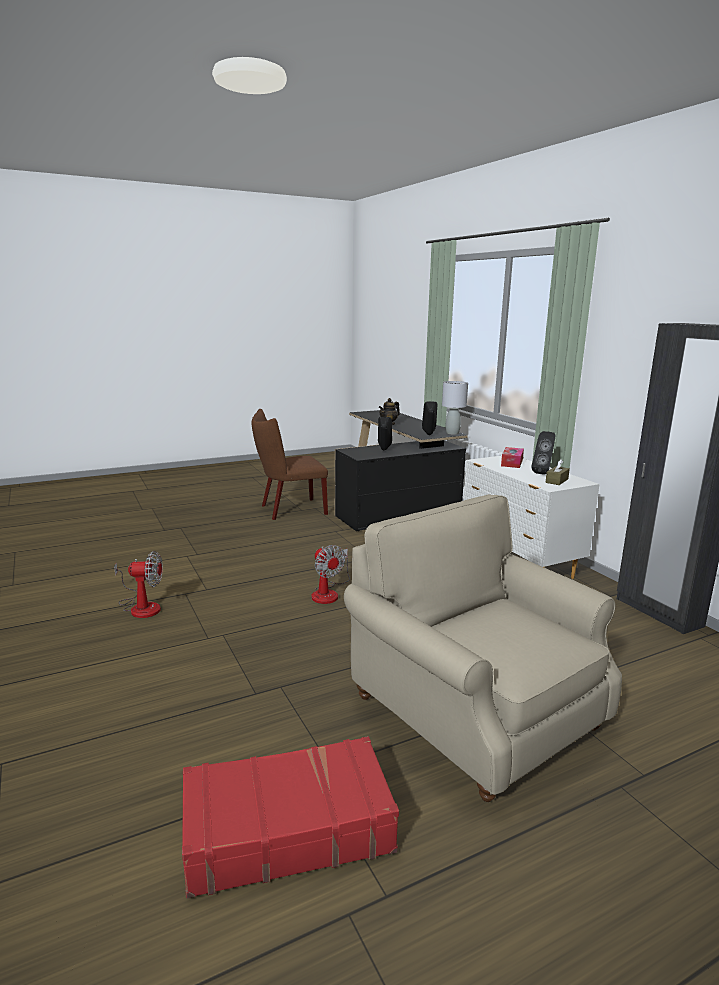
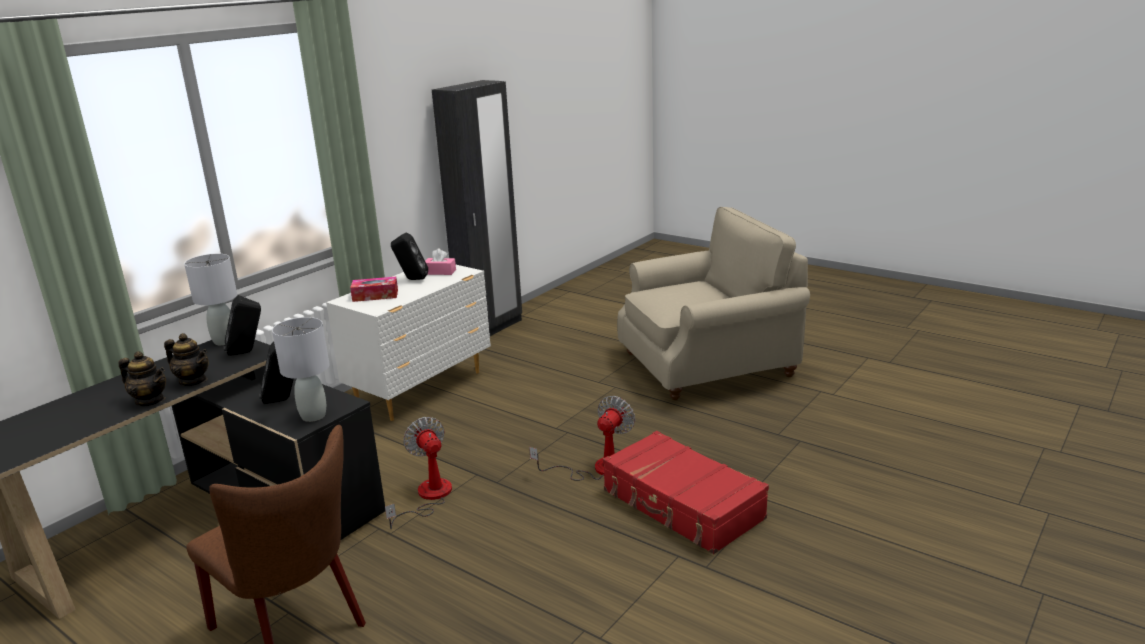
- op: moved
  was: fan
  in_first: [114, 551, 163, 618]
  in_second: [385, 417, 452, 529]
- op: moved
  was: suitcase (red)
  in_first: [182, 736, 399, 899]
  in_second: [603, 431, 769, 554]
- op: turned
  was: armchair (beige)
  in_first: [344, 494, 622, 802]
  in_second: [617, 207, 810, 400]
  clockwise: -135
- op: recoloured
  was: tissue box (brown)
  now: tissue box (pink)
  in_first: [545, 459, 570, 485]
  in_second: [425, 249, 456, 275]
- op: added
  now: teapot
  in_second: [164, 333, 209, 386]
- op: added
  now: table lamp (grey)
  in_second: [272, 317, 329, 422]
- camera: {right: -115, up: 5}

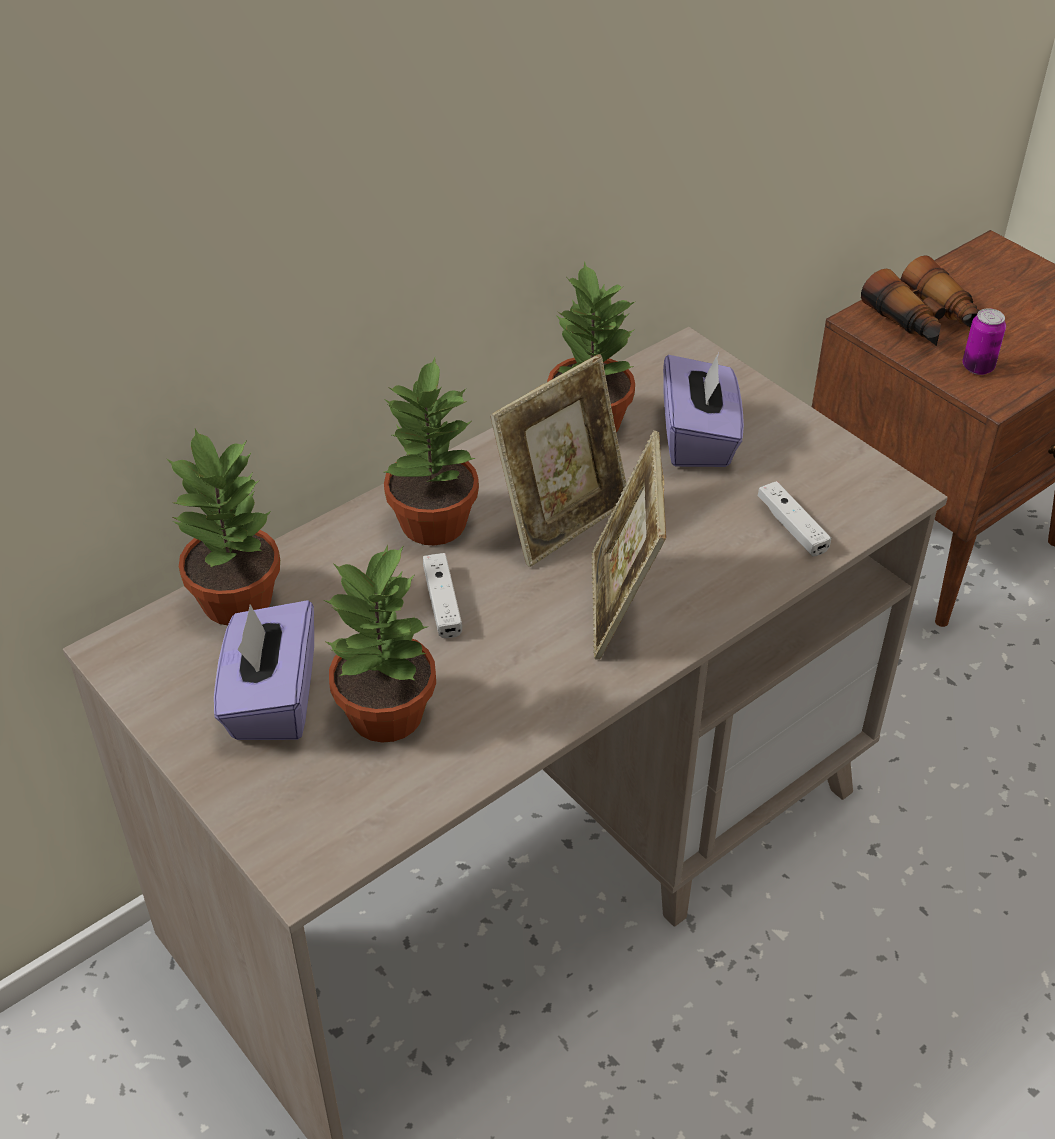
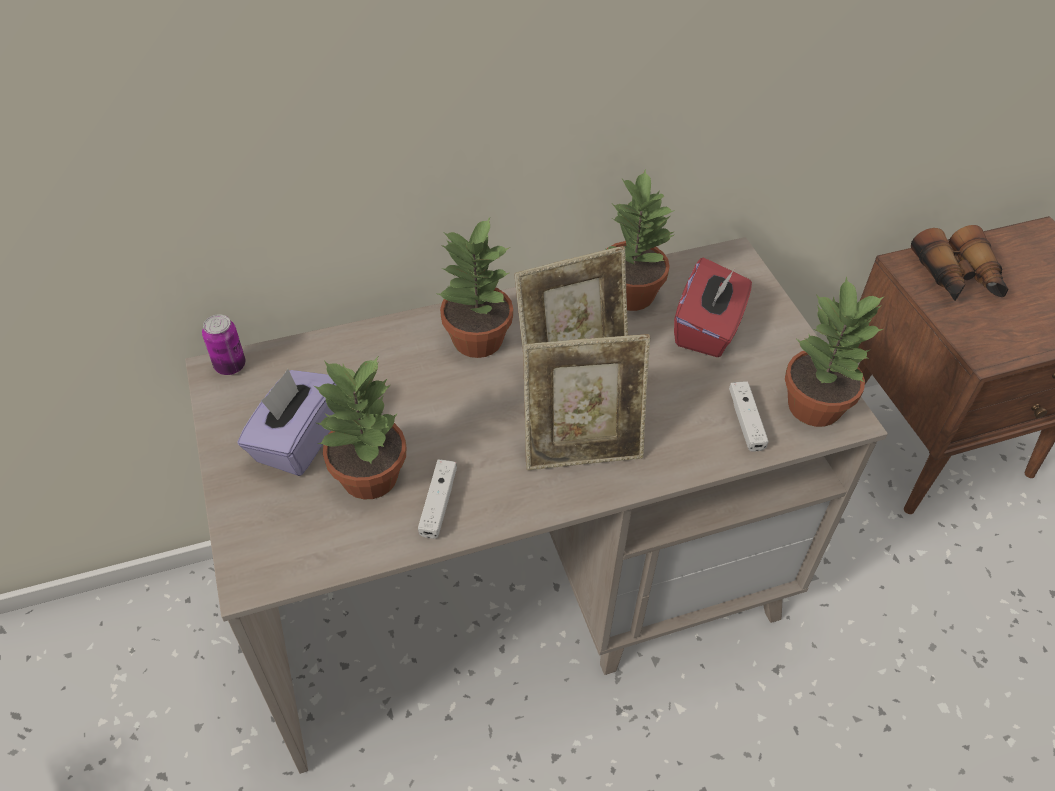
- op: moved
  was: potted plant
  in_first: [167, 429, 280, 625]
  in_second: [785, 276, 885, 427]
- op: moved
  was: game controller (white)
  in_first: [423, 553, 462, 638]
  in_second: [418, 460, 457, 539]
- op: turned
  was: picture frame
  in_first: [591, 430, 666, 659]
  in_second: [523, 334, 650, 470]
  clockwise: -120
- op: recoloured
  was: tissue box (purple)
  now: tissue box (red)
  in_first: [663, 353, 744, 467]
  in_second: [674, 257, 752, 357]
- op: moved
  was: can
  in_first: [963, 308, 1006, 375]
  in_second: [202, 315, 246, 375]
- camera: {right: 20, up: 5}

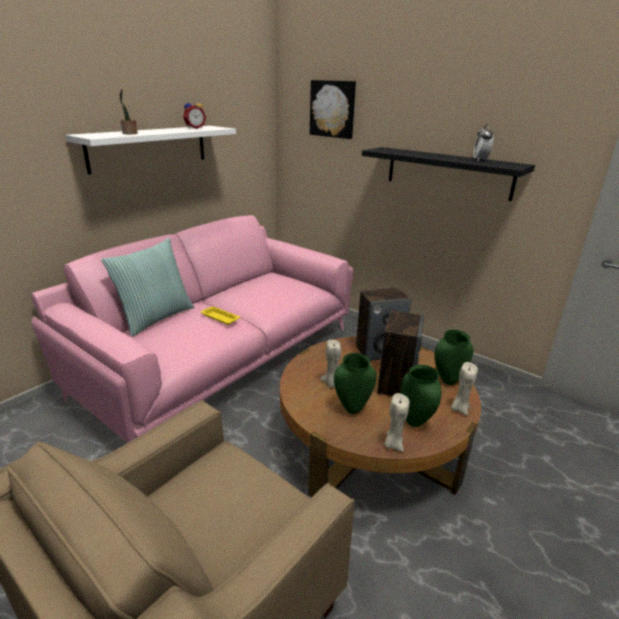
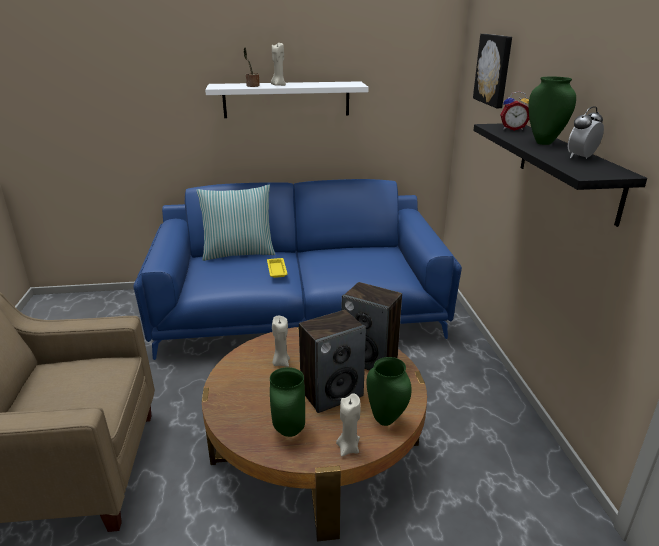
- op: recoloured
  was: sofa (pink)
  now: sofa (blue)
  in_first: [31, 215, 354, 443]
  in_second: [133, 179, 462, 360]
- op: moved
  was: alarm clock
  in_first: [183, 98, 206, 129]
  in_second: [500, 91, 529, 131]
- op: moved
  was: vase (green)
  in_first: [334, 353, 376, 414]
  in_second: [528, 77, 576, 145]
- op: moved
  was: candle (beige)
  in_first: [384, 393, 409, 452]
  in_second: [271, 42, 286, 86]
- camera: {right: 45, up: 0}

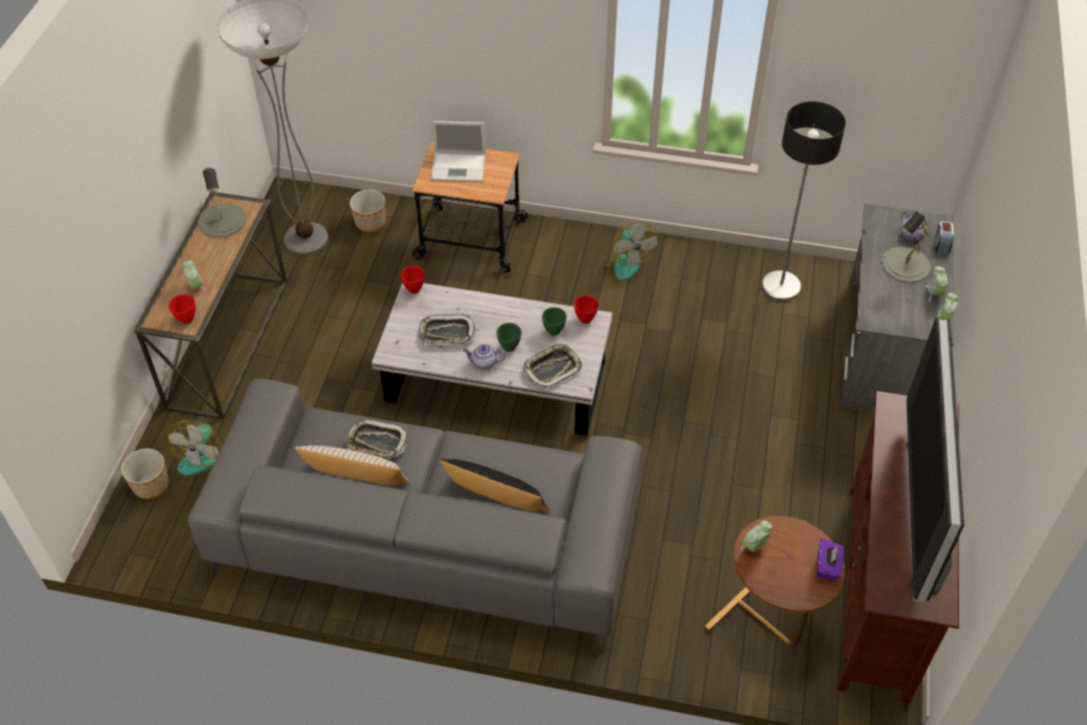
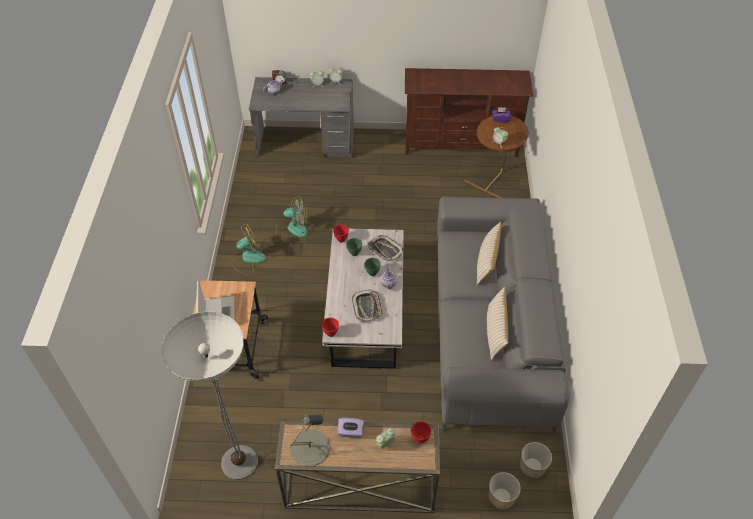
- op: moved
  was: fan
  in_first: [168, 420, 225, 475]
  in_second: [276, 196, 307, 243]
- op: removed
  was: tray
  in_first: [345, 419, 407, 458]
- op: moved
  was: planter
  in_first: [350, 190, 386, 232]
  in_second: [520, 442, 552, 478]
- op: recoloured
  was: pillow (black)
  now: pillow (beige)
  in_first: [439, 459, 549, 511]
  in_second: [477, 222, 501, 286]
- op: removed
  was: floor lamp
  in_first: [761, 101, 846, 301]
- op: removed
  was: table lamp (grey)
  in_first: [881, 211, 931, 283]
- op: removed
  was: television
  in_first: [906, 317, 964, 602]
- op: added
  now: tissue box (purple)
  in_second: [337, 418, 364, 438]
- camera: {right: -100, up: 0}

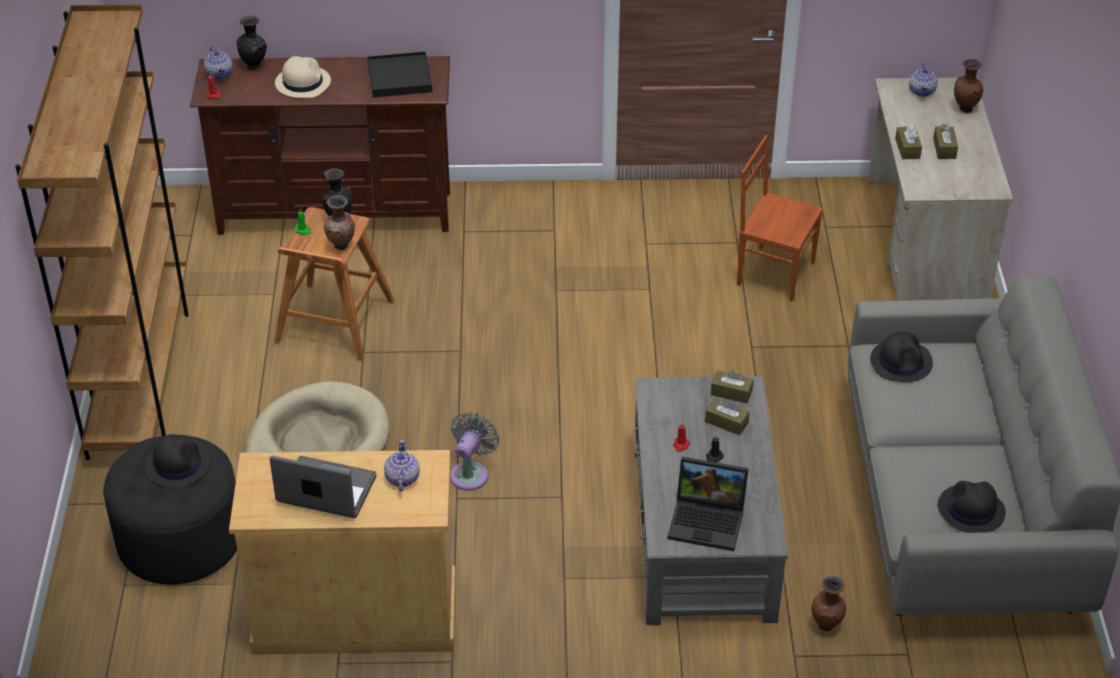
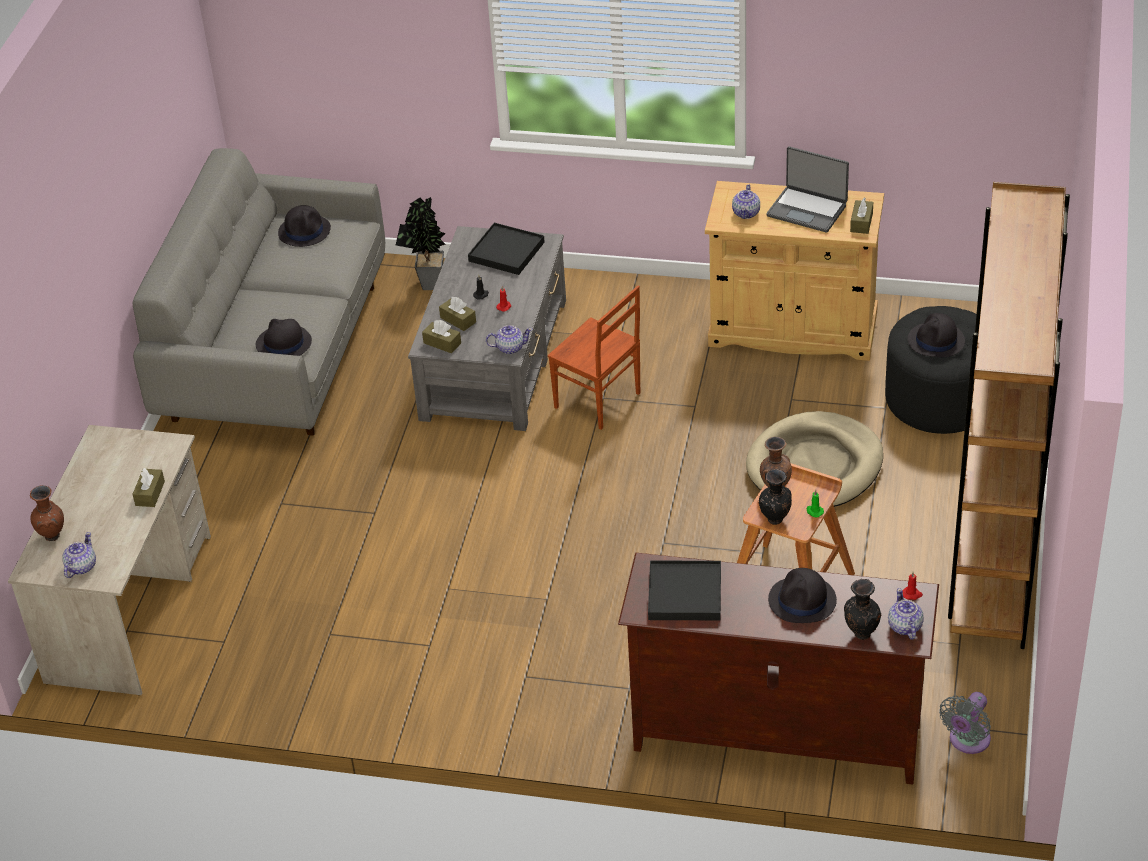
- op: recoloured
  was: hat (beige)
  now: hat (black)
  in_first: [275, 56, 331, 98]
  in_second: [768, 568, 837, 623]
- op: moved
  was: fan (grey)
  in_first: [450, 412, 499, 491]
  in_second: [939, 692, 991, 754]
- op: replaced
  was: laptop
  now: tray (black)
  in_first: [667, 457, 749, 551]
  in_second: [468, 223, 545, 275]
- op: moved
  was: chair (brown)
  in_first: [737, 135, 823, 302]
  in_second: [548, 285, 640, 430]
- op: replaced
  was: vase (brown)
  now: potted plant
  in_first: [812, 576, 846, 631]
  in_second: [396, 197, 446, 290]
- op: moved
  was: tissue box (brown)
  in_first: [933, 124, 958, 159]
  in_second: [850, 198, 873, 234]
- op: added
  now: teapot
  in_second: [486, 325, 532, 354]
- camera: {right: -165, up: 0}

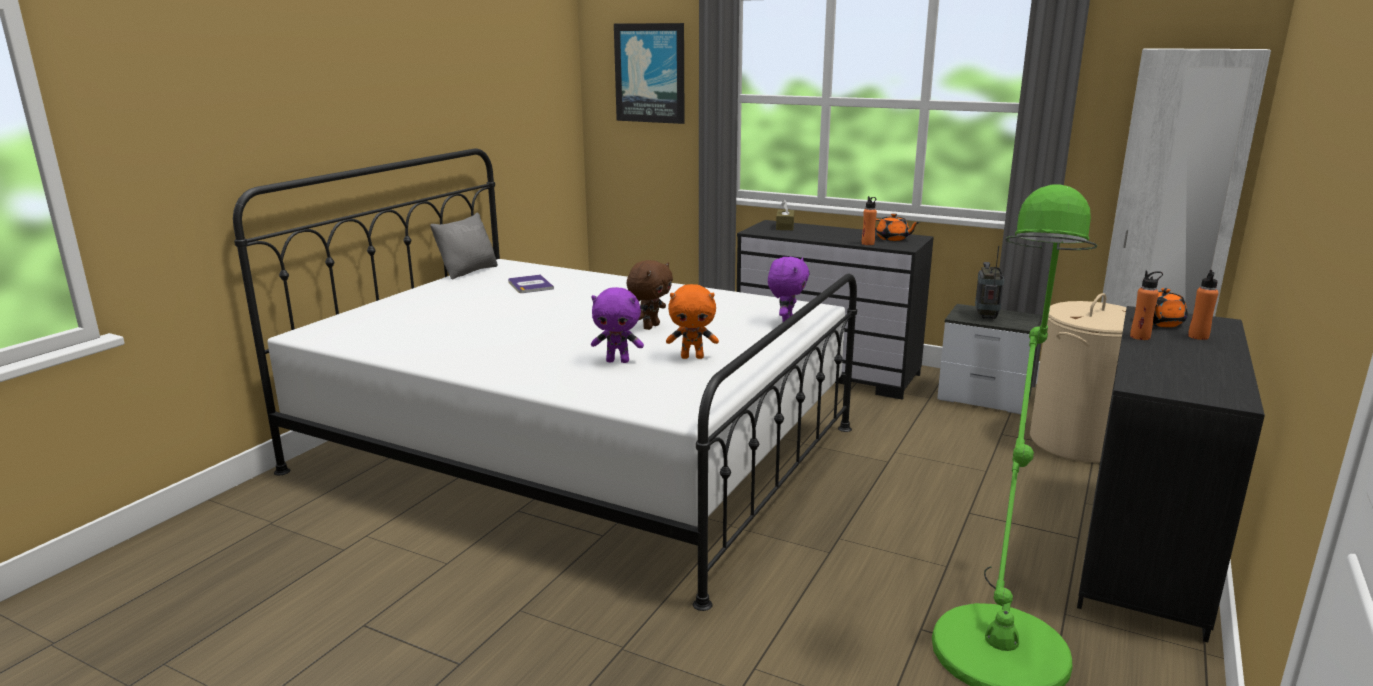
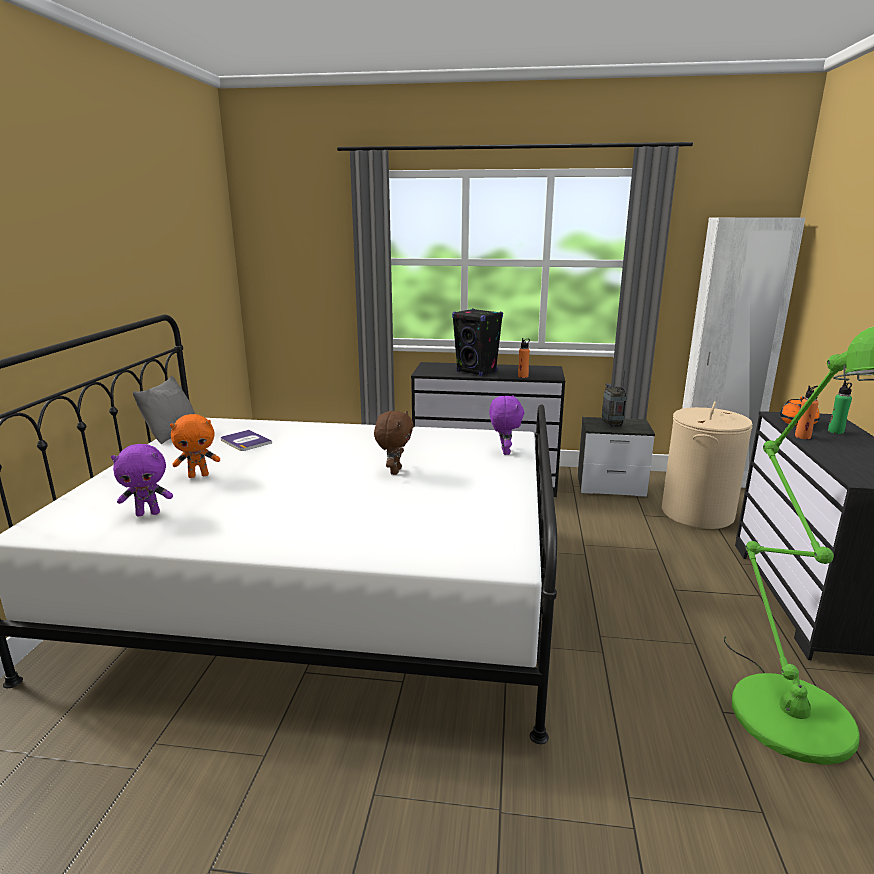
- op: moved
  was: plush toy (purple)
  in_first: [591, 287, 644, 363]
  in_second: [111, 444, 173, 516]
- op: removed
  was: picture
  in_first: [614, 23, 685, 124]
- op: moved
  was: plush toy (orange)
  in_first: [666, 284, 719, 359]
  in_second: [170, 414, 220, 478]
- op: removed
  was: tissue box (brown)
  in_first: [776, 199, 794, 230]
- op: removed
  was: teapot (orange)
  in_first: [875, 213, 920, 241]
- op: recoloured
  was: bottle (orange)
  now: bottle (green)
  in_first: [1188, 270, 1218, 340]
  in_second: [828, 381, 852, 434]
- op: added
  now: speaker (black)
  in_second: [452, 309, 503, 376]
- camera: {right: -20, up: 0}

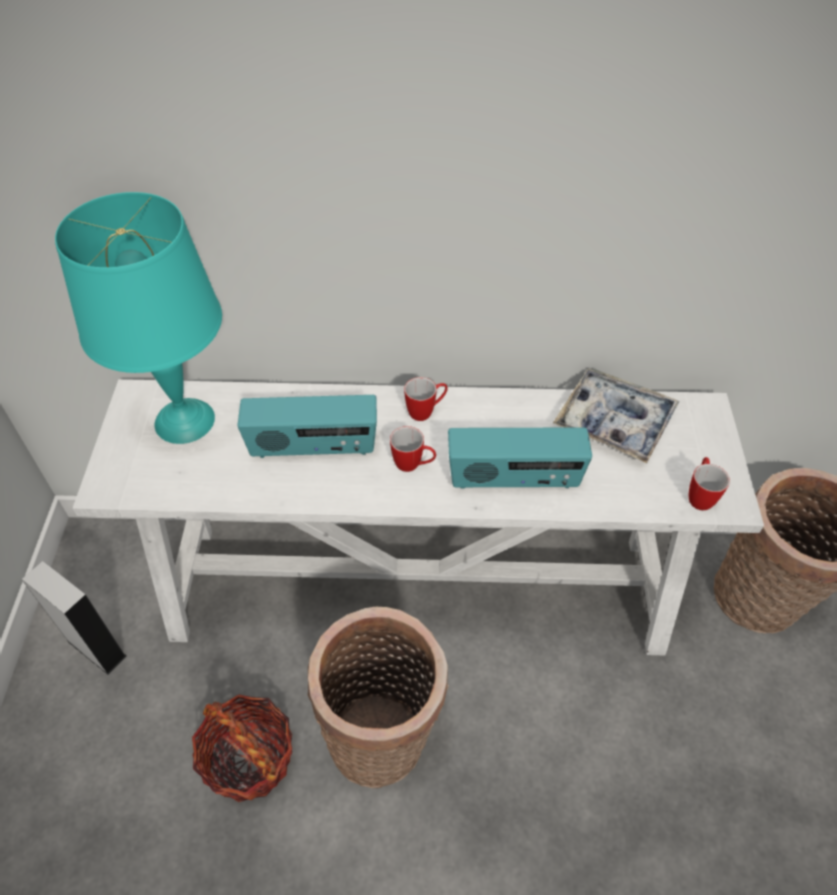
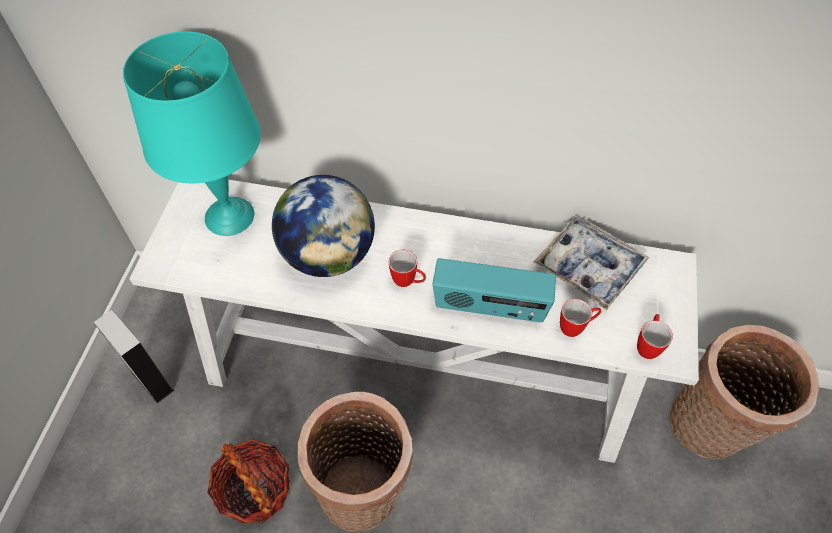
- op: replaced
  was: radio
  now: globe
  in_first: [238, 395, 377, 458]
  in_second: [272, 175, 375, 277]
- op: moved
  was: mug
  in_first: [404, 377, 448, 421]
  in_second: [560, 299, 601, 337]
- camera: {right: 10, up: 5}

